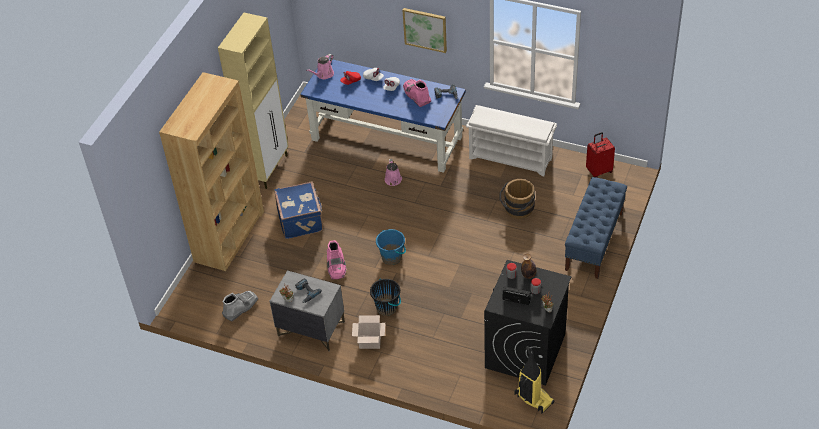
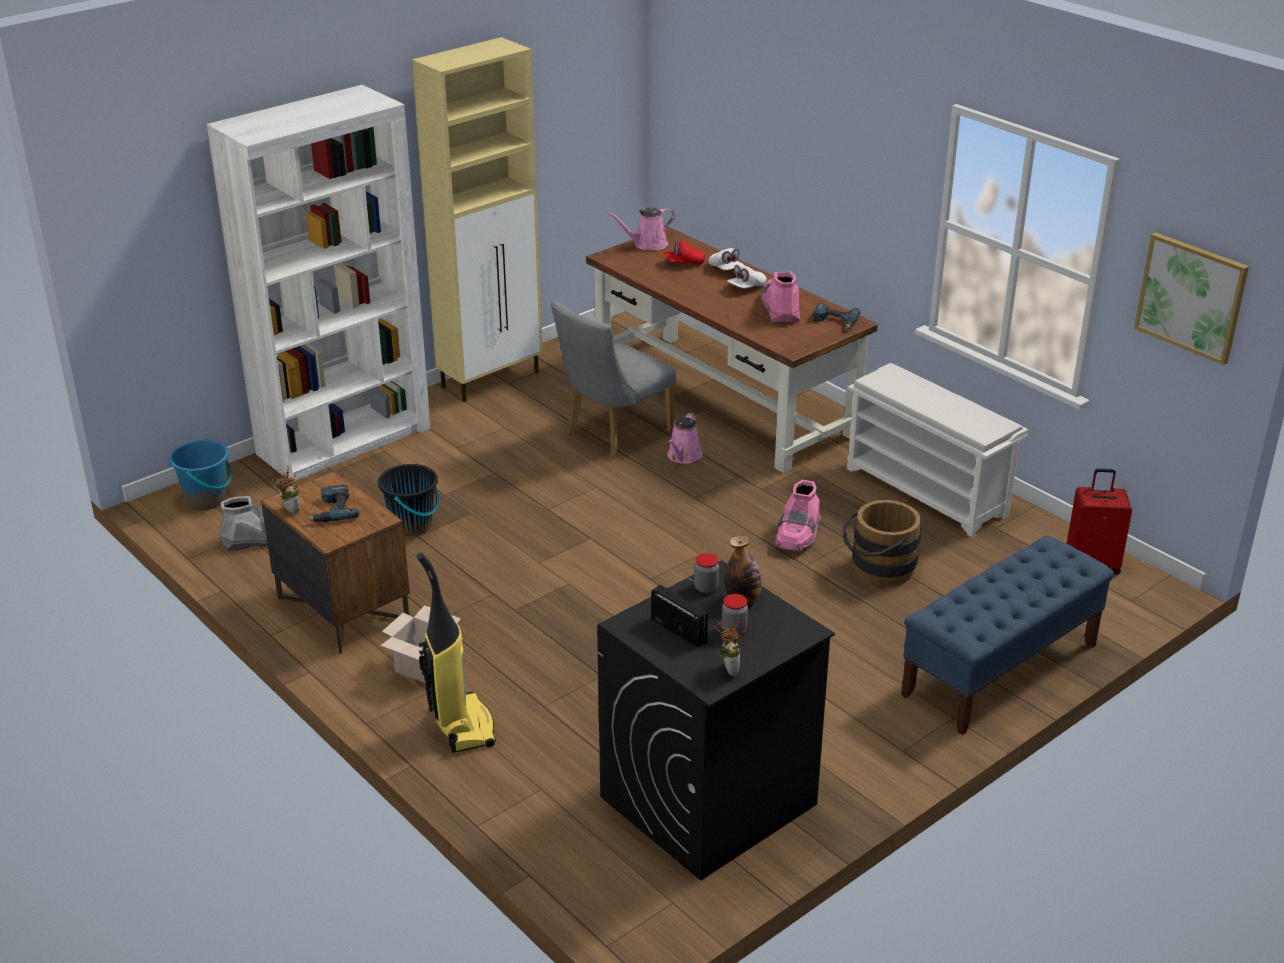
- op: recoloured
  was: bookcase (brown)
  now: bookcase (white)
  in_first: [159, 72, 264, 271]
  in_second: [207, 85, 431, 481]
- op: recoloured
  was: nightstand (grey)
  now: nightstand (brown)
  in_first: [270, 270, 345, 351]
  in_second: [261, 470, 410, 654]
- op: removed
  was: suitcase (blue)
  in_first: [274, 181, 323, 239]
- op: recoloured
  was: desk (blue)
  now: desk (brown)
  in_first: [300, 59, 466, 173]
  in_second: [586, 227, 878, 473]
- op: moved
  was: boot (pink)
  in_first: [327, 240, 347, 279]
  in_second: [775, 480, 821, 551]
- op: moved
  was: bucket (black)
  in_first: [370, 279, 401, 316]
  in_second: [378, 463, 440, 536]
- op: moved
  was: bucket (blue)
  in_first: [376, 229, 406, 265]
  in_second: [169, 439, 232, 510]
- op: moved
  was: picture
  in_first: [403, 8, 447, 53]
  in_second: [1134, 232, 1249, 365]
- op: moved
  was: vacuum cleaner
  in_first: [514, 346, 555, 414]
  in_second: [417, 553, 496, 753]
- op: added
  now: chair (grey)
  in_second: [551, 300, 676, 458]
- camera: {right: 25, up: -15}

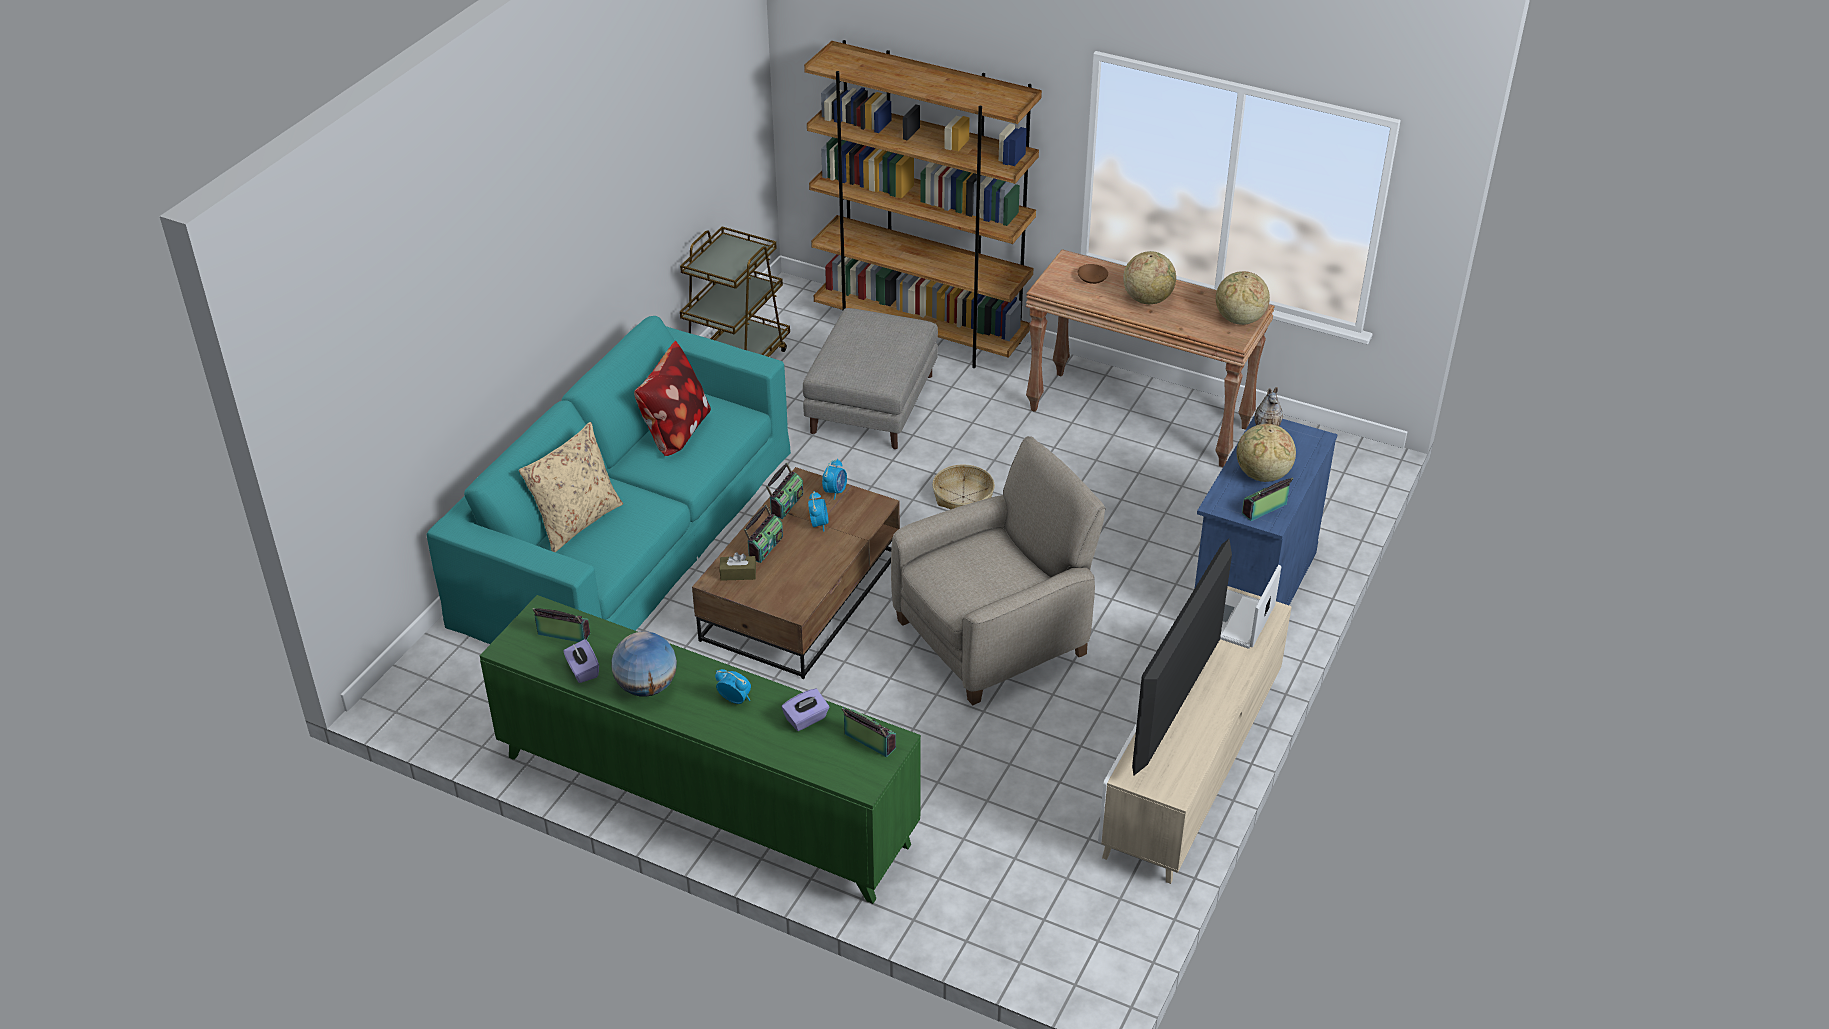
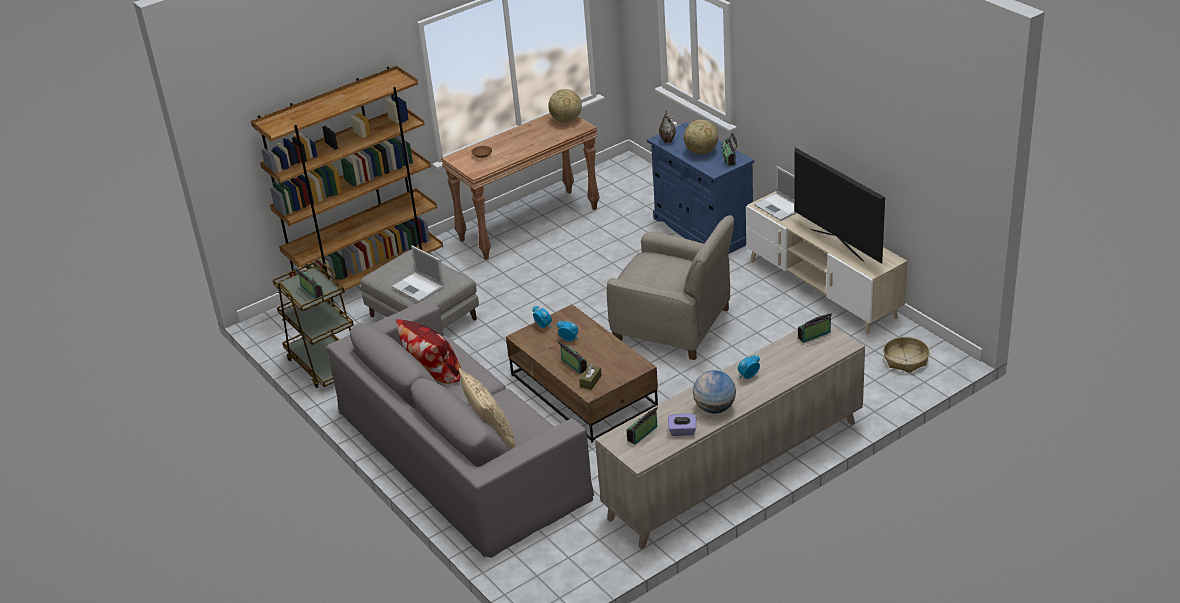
- op: recoloured
  was: sofa (turquoise)
  now: sofa (grey)
  in_first: [427, 316, 791, 644]
  in_second: [327, 299, 594, 558]
- op: recoloured
  was: cabinet (green)
  now: cabinet (beige)
  in_first: [480, 595, 921, 904]
  in_second: [595, 325, 865, 550]
- op: moved
  was: radio
  in_first: [766, 463, 803, 519]
  in_second: [295, 268, 324, 299]
- op: removed
  was: tissue box (purple)
  in_first: [782, 689, 829, 731]
- op: turned
  was: armchair (beige)
  in_first: [891, 436, 1106, 705]
  in_second: [607, 215, 734, 360]
  clockwise: 120
- op: moved
  was: basket
  in_first: [932, 464, 995, 509]
  in_second: [883, 337, 930, 373]
- op: removed
  was: globe
  in_first: [1123, 251, 1176, 304]
- op: added
  now: laptop
  in_second: [392, 245, 444, 302]
- camera: {right: -60, up: -5}

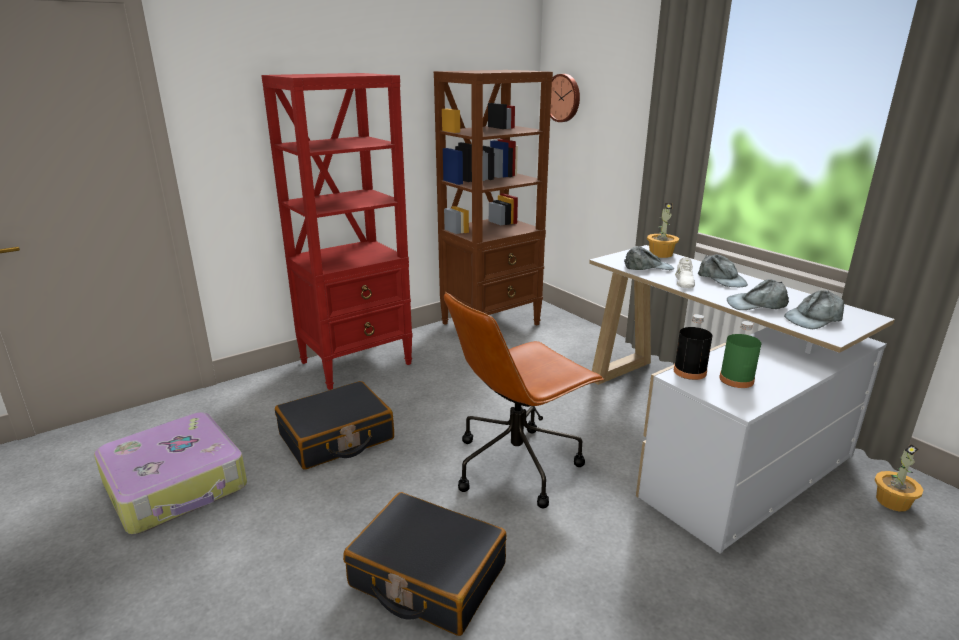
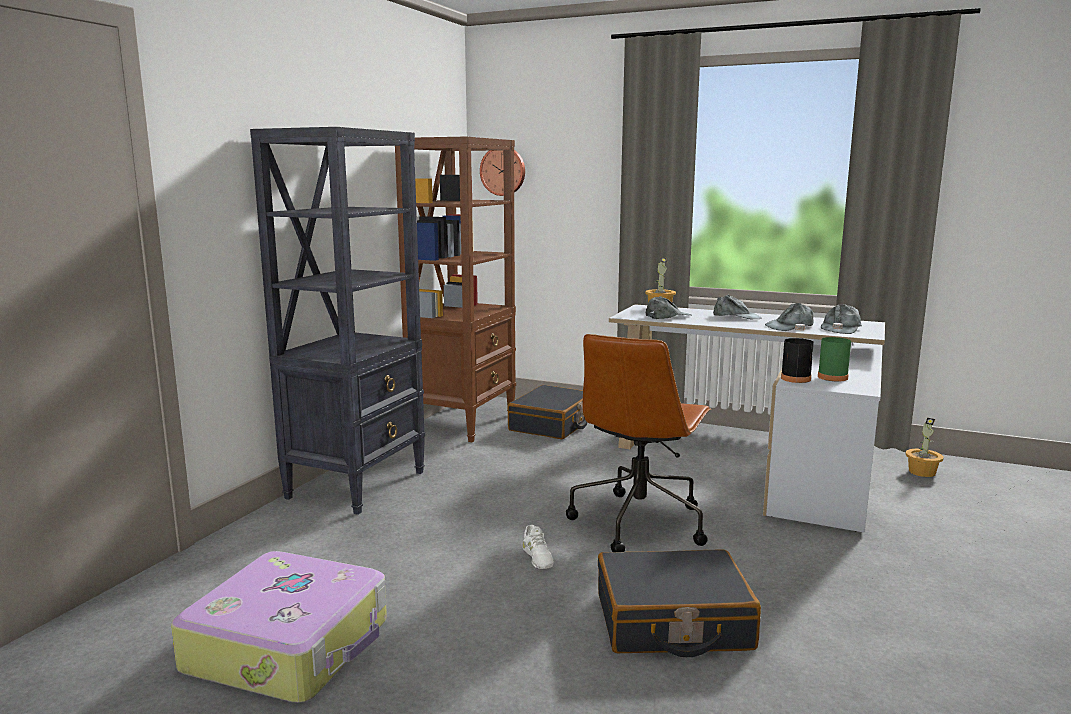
- op: recoloured
  was: bookcase (red)
  now: bookcase (black)
  in_first: [261, 73, 413, 390]
  in_second: [250, 127, 425, 515]
- op: moved
  was: suitcase (black)
  in_first: [275, 381, 394, 470]
  in_second: [507, 385, 588, 439]
- op: moved
  was: shoe (white)
  in_first: [675, 257, 695, 288]
  in_second: [523, 525, 554, 569]
- camera: {right: -30, up: -10}

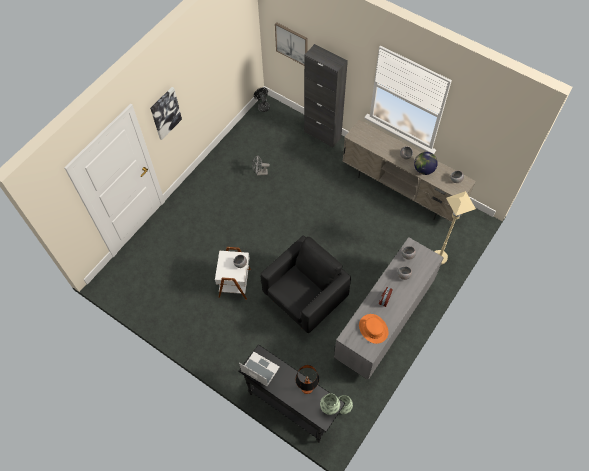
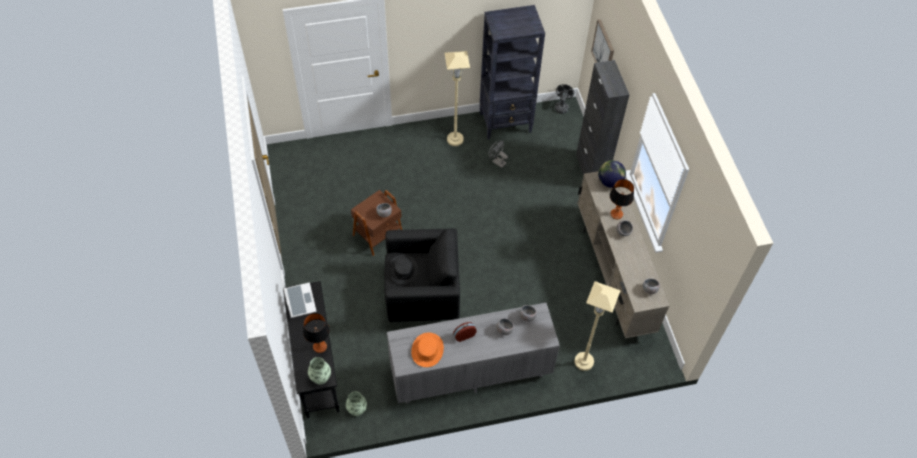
- op: removed
  was: picture
  in_first: [150, 87, 182, 140]
- op: recoloured
  was: side table (white)
  now: side table (brown)
  in_first: [215, 247, 251, 300]
  in_second: [351, 190, 402, 256]
- op: moved
  was: globe
  in_first: [414, 152, 438, 175]
  in_second: [598, 160, 626, 188]
- op: added
  now: hat (black)
  in_second: [389, 255, 418, 285]
- op: added
  now: floor lamp (beige)
  in_second: [444, 51, 470, 146]
- op: added
  now: bookcase (black)
  in_second: [480, 5, 545, 140]
- op: added
  now: table lamp
  in_second: [610, 179, 634, 219]
- camera: {right: 40, up: -5}

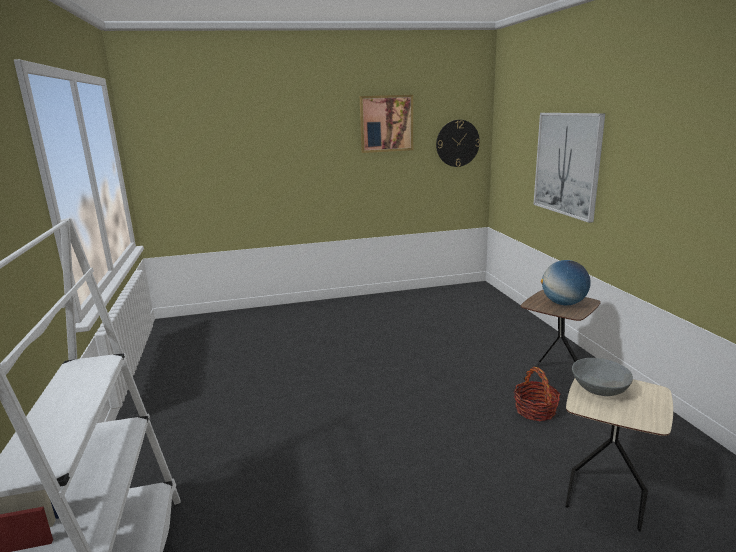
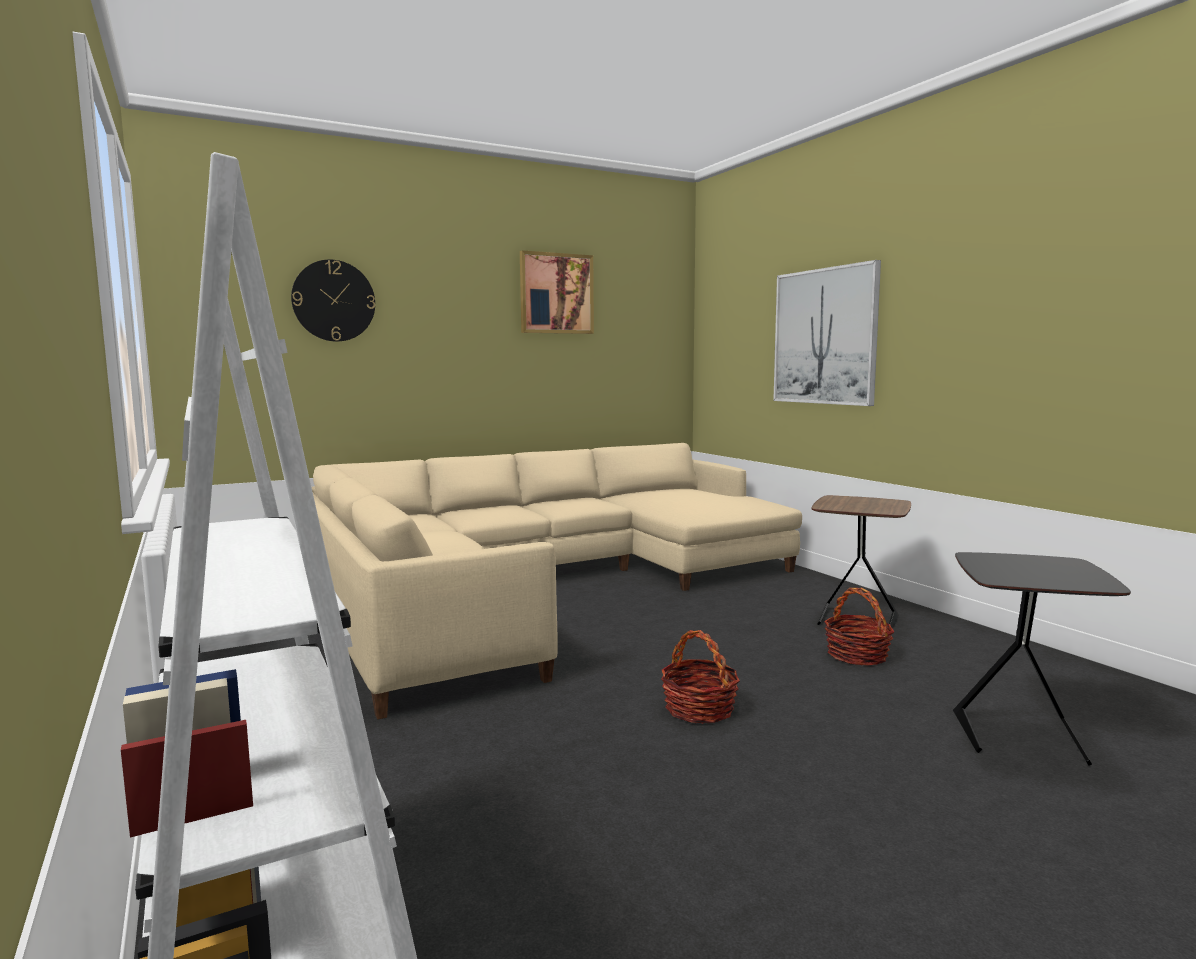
- op: moved
  was: wall clock
  in_first: [436, 120, 480, 167]
  in_second: [291, 259, 375, 342]
- op: removed
  was: globe
  in_first: [541, 260, 591, 305]
- op: recoloured
  was: side table (beige)
  now: side table (black)
  in_first: [565, 378, 673, 532]
  in_second: [953, 552, 1131, 766]
- op: removed
  was: bowl (grey)
  in_first: [572, 358, 633, 396]
- op: added
  now: sofa (beige)
  in_second: [312, 443, 802, 720]
- op: added
  now: basket
  in_second: [661, 630, 740, 724]
- camera: {right: -15, up: -10}

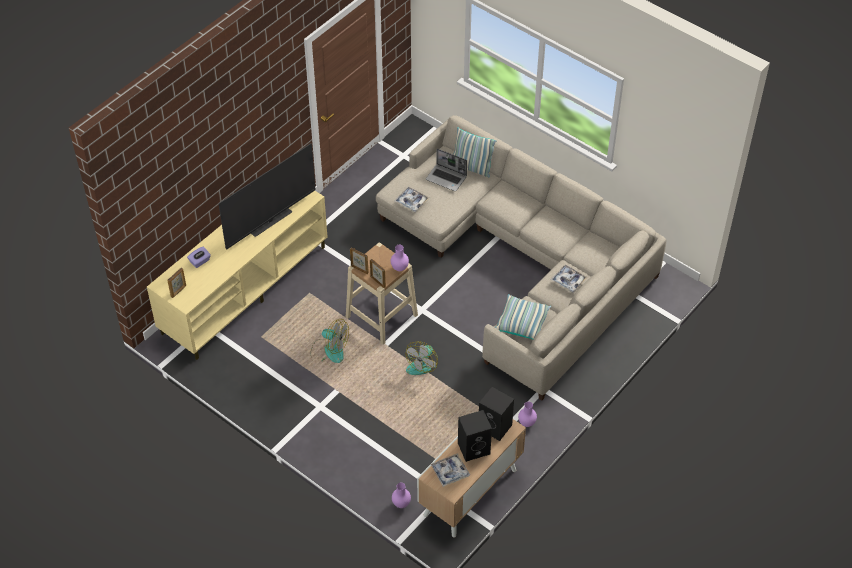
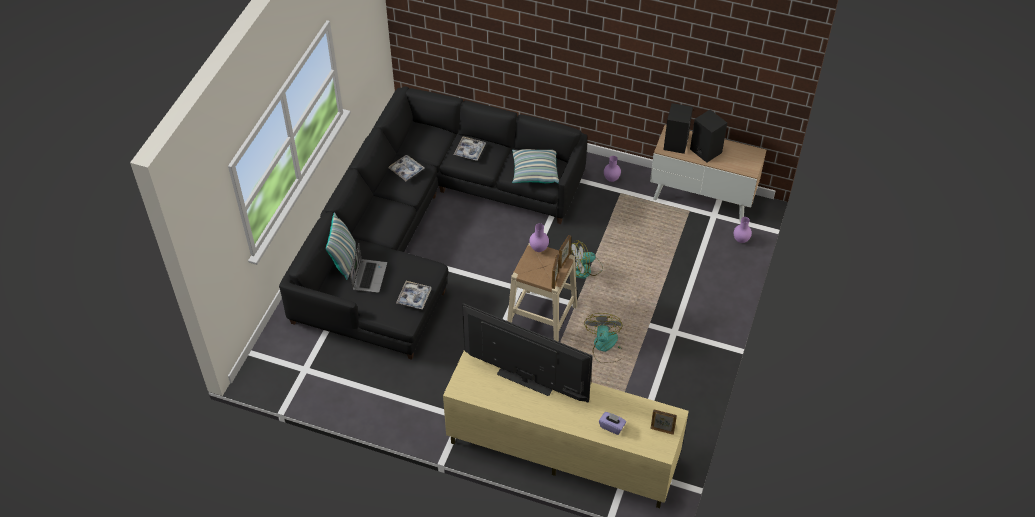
- op: recoloured
  was: sofa (beige)
  now: sofa (black)
  in_first: [376, 115, 666, 400]
  in_second: [279, 87, 587, 360]
- op: turned
  was: fan
  in_first: [406, 341, 438, 375]
  in_second: [571, 240, 603, 279]
  clockwise: 150
- op: moved
  was: tray
  in_first: [431, 453, 470, 487]
  in_second: [388, 155, 425, 181]
- camera: {right: -110, up: 0}

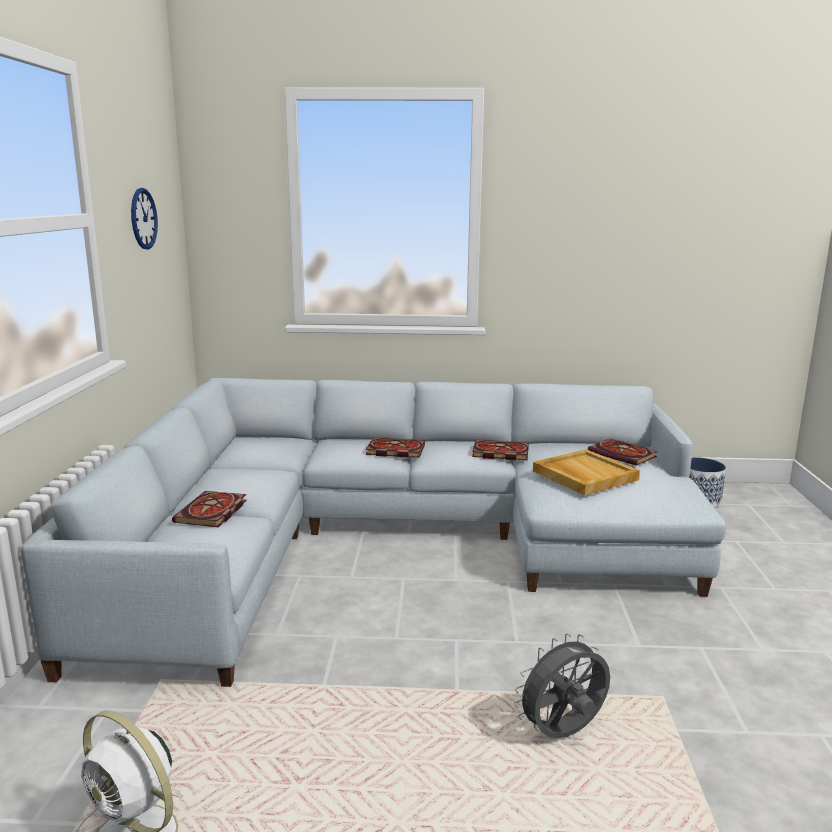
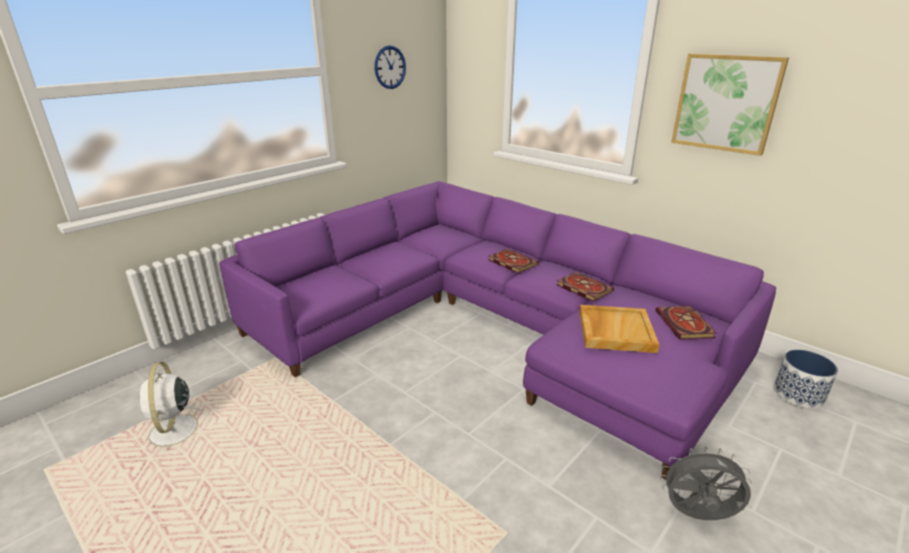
- op: recoloured
  was: sofa (grey)
  now: sofa (purple)
  in_first: [20, 378, 726, 687]
  in_second: [219, 181, 776, 480]
- op: removed
  was: book
  in_first: [172, 491, 247, 527]
- op: moved
  was: fan (grey)
  in_first: [514, 634, 610, 739]
  in_second: [660, 447, 752, 520]
- op: added
  now: picture
  in_second: [671, 53, 789, 156]
- camera: {right: 40, up: 10}

